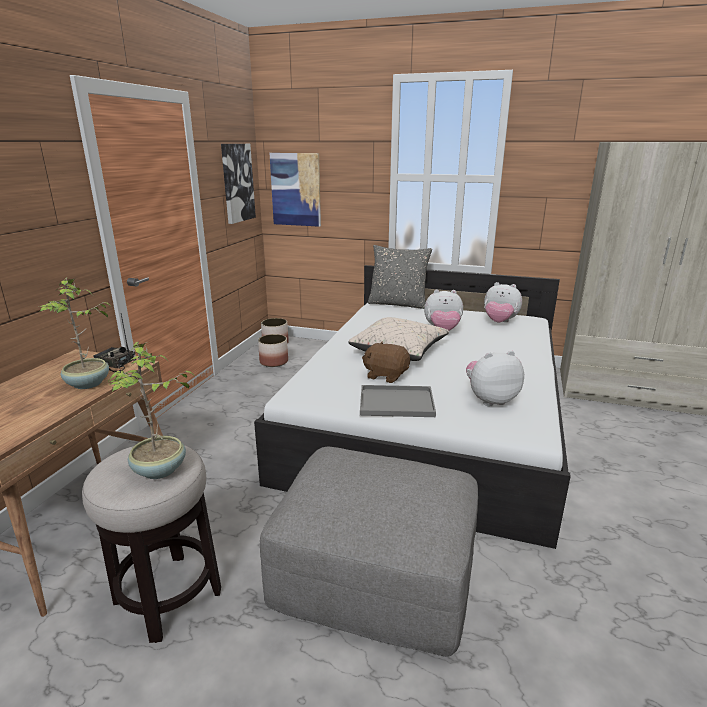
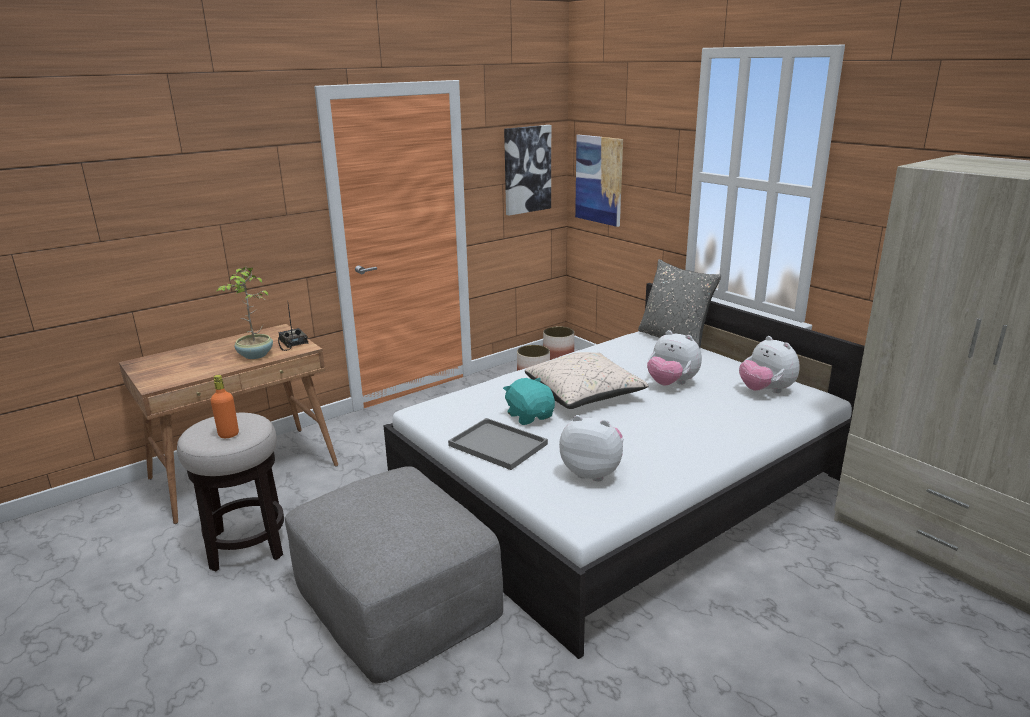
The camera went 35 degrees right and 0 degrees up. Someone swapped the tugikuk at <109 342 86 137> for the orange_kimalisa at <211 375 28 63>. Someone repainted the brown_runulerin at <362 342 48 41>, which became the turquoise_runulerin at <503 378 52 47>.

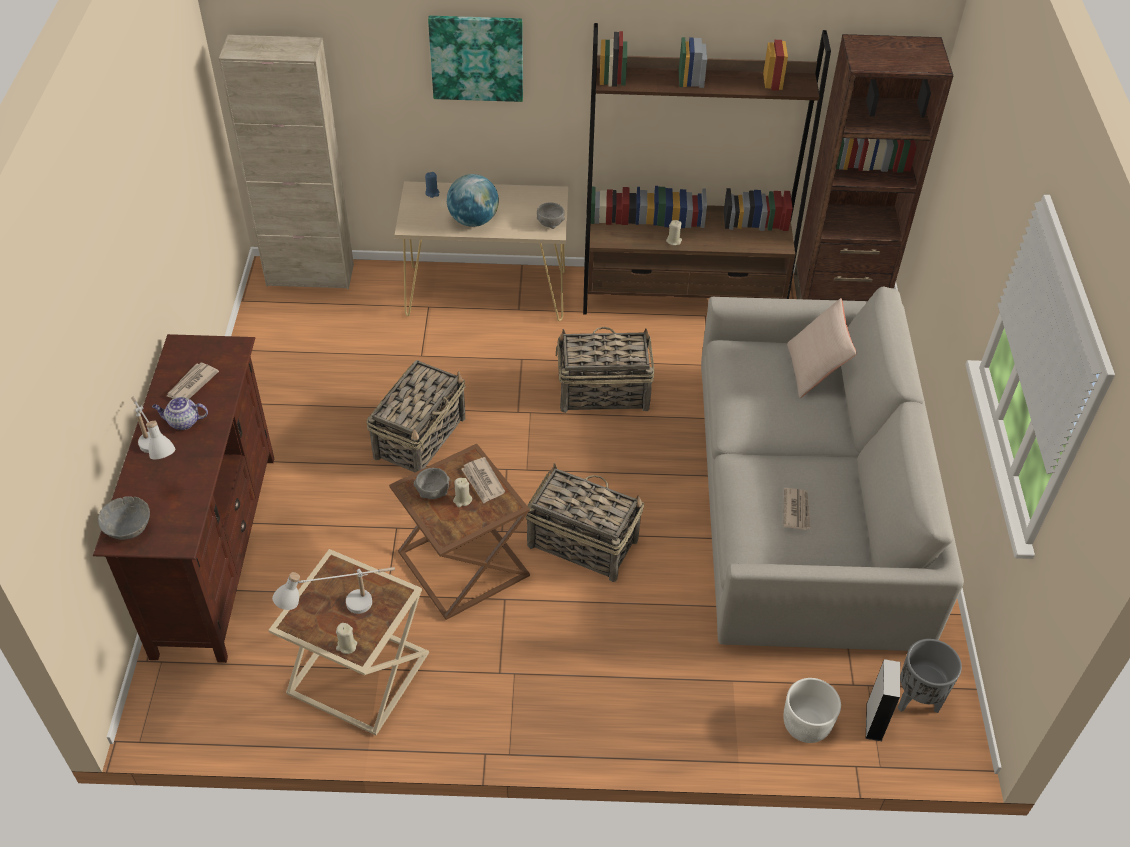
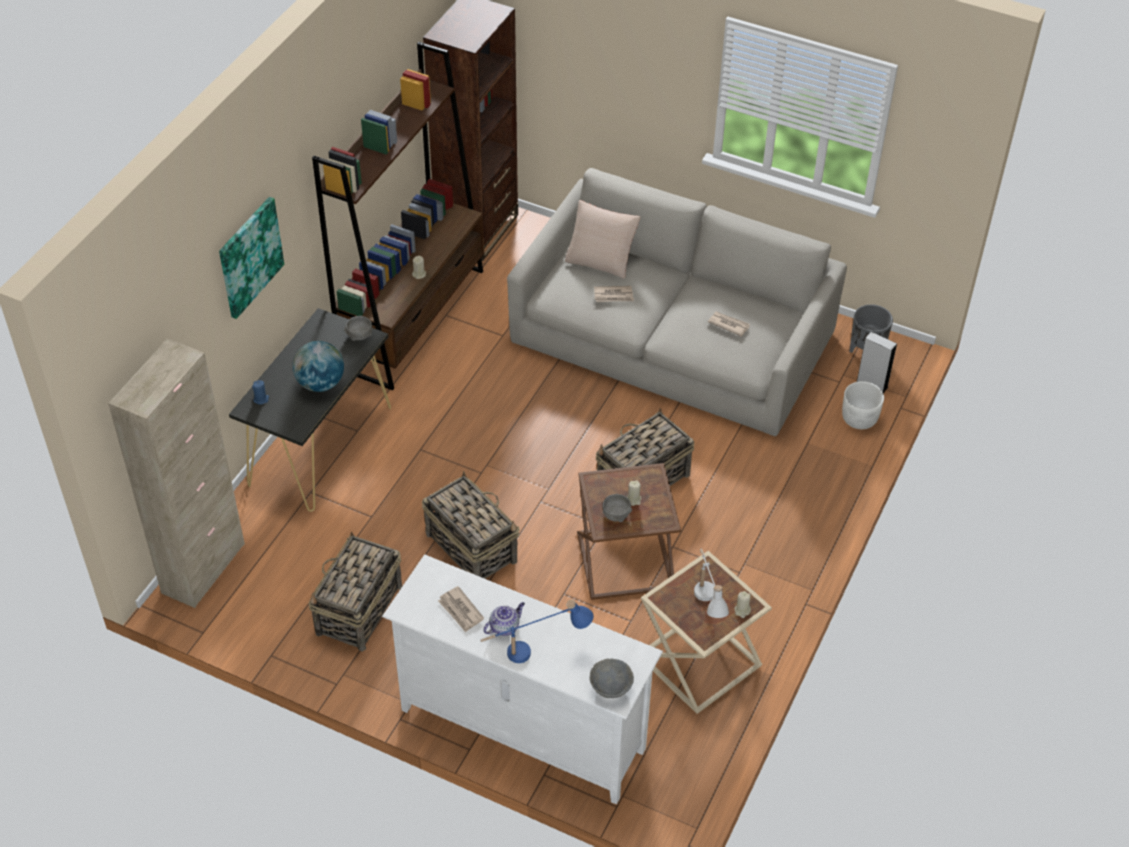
The camera went 65 degrees left and 0 degrees up. Someone repainted the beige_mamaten at <395 181 173 140>, which became the black_mamaten at <229 308 162 204>. Someone carried the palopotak from <556 327 98 86> to <309 531 93 121>. Someone repainted the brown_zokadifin at <93 334 181 329>, which became the white_zokadifin at <382 554 281 251>. Someone repainted the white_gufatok at <131 396 45 63>, which became the blue_gufatok at <481 600 112 63>. Someone rotated the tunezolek at <152 397 56 33> by 150 degrees counterclockwise. Someone carried the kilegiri from <461 457 44 46> to <594 286 40 16>.

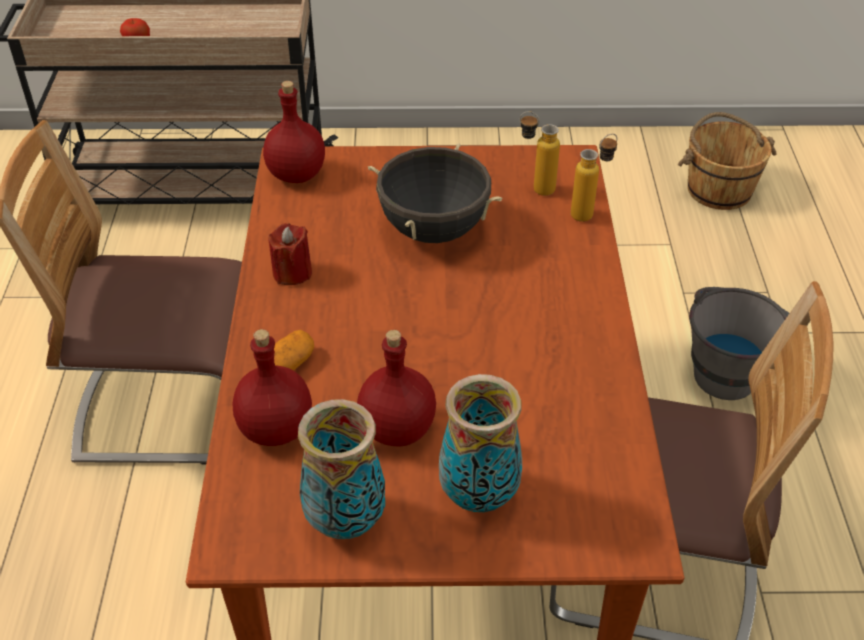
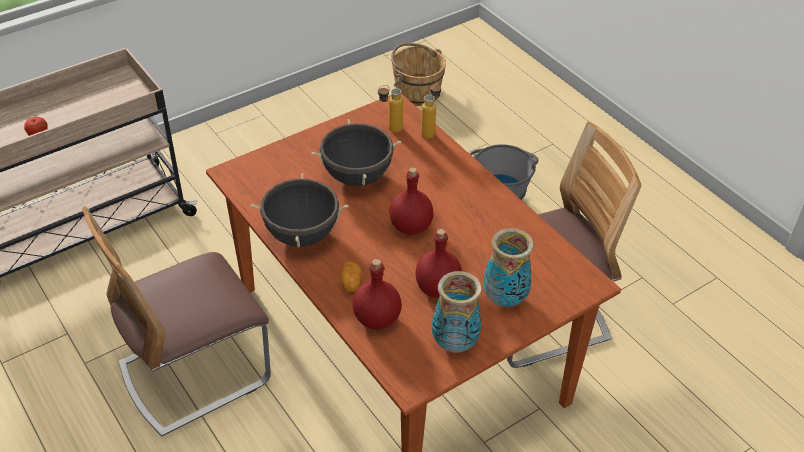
The camera went 35 degrees left and 0 degrees up. Someone swapped the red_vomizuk at <268 223 44 62> for the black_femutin at <251 173 98 74>. Someone carried the red_kimalisa from <263 81 62 102> to <389 167 45 68>.

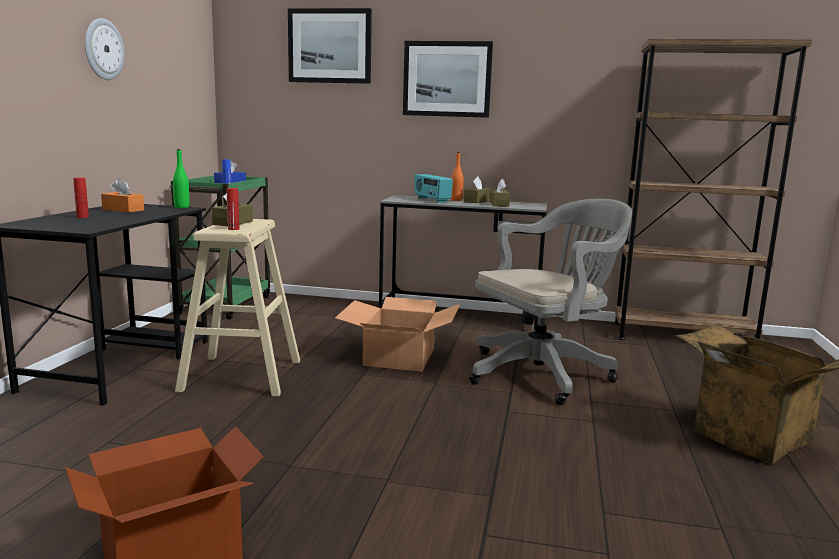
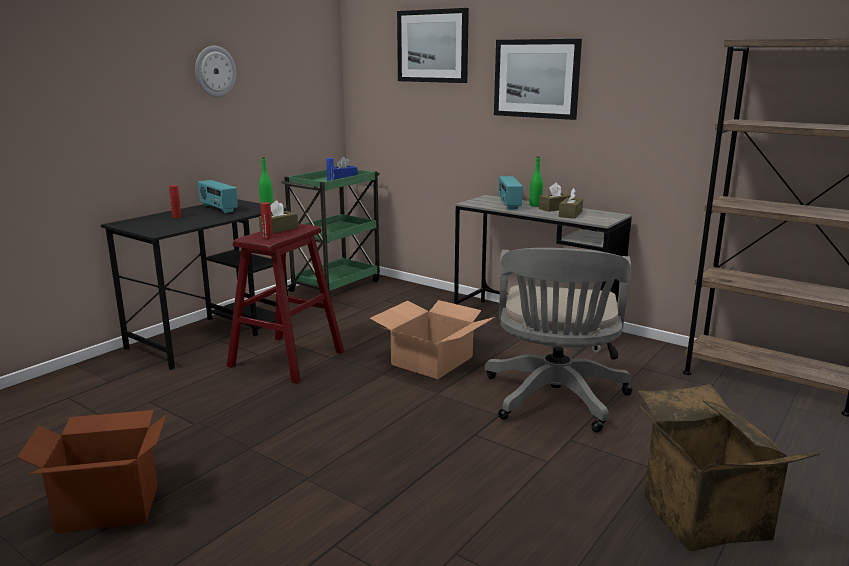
The camera went 25 degrees right and 5 degrees up. Someone swapped the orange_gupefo at <101 179 43 34> for the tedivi at <197 180 41 33>. Someone repainted the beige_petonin at <175 219 125 178>, which became the red_petonin at <227 223 117 161>. Someone rotated the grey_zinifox at <469 199 163 206> by 105 degrees clockwise. Someone repainted the orange_kimalisa at <451 152 13 49>, which became the green_kimalisa at <530 157 13 50>.

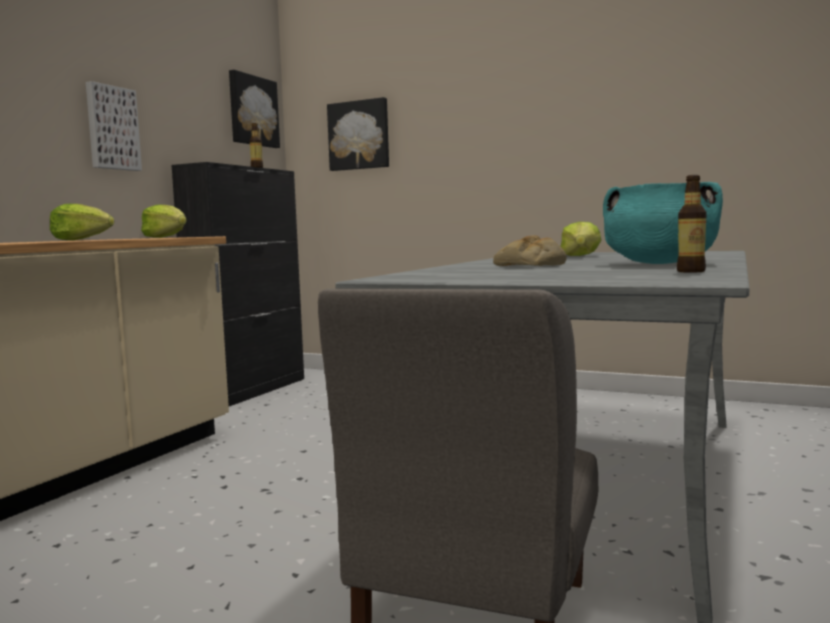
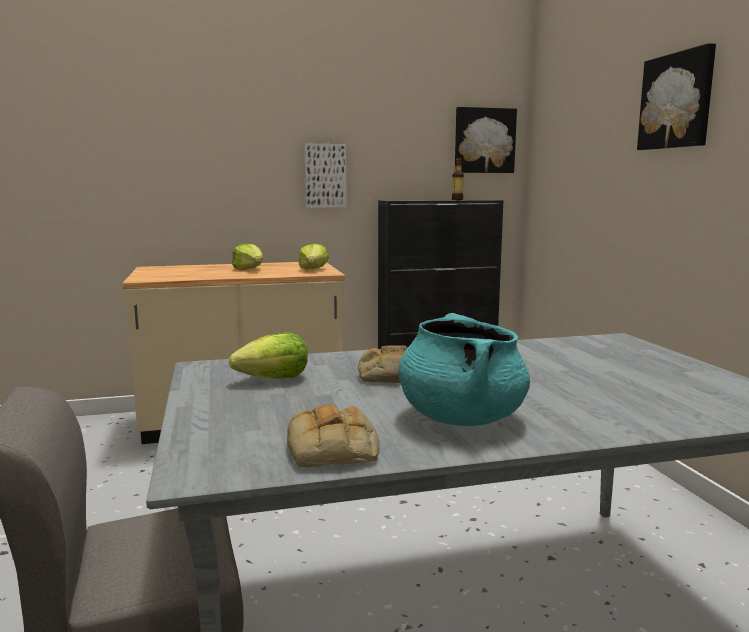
The camera went 50 degrees right and 5 degrees up. Someone carried the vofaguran from <560 222 41 34> to <229 333 79 46>. Someone swapped the kimalisa at <677 175 30 98> for the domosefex at <287 404 92 63>. Someone carried the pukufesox from <327 97 62 74> to <637 43 79 107>.

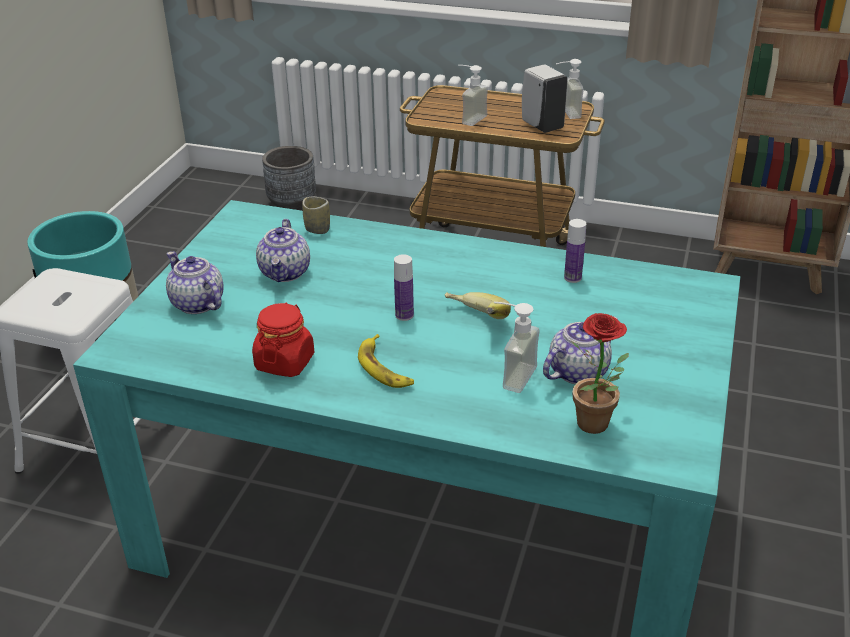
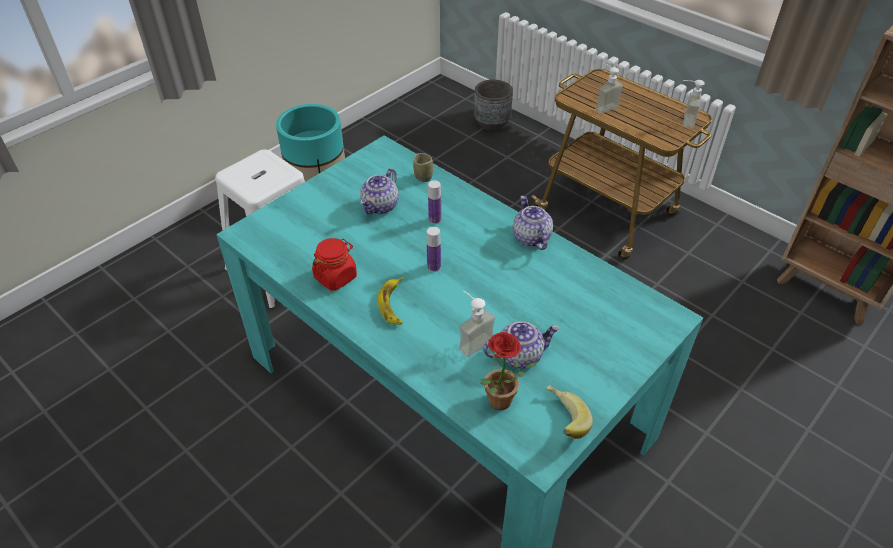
The camera went 25 degrees right and 10 degrees up. Someone carried the kimalisa from <564 219 22 64> to <428 180 13 44>. Someone carried the tunezolek from <166 251 58 63> to <513 196 40 54>. Someone carried the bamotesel from <445 292 66 27> to <547 385 46 54>. Someone took away the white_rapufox at <522 64 46 69>.

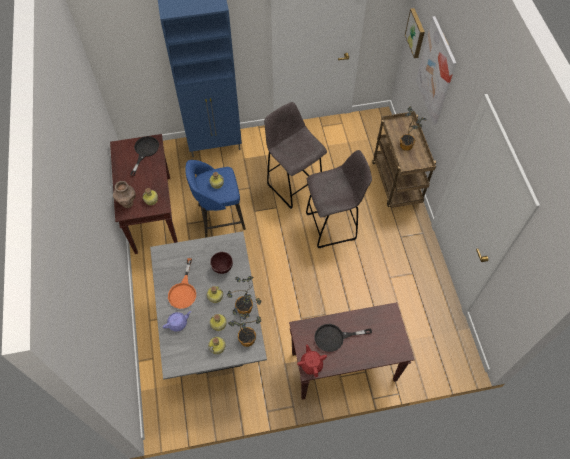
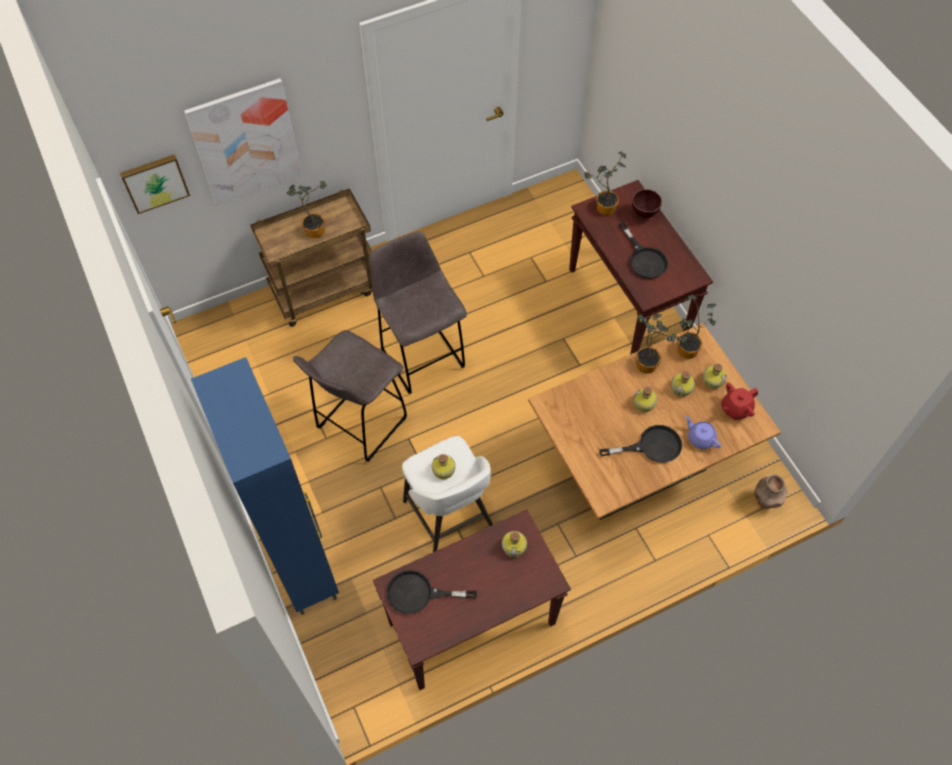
The camera went 105 degrees left and 0 degrees up. Someone repainted the blue_petonin at <185 160 61 78>, which became the white_petonin at <402 436 91 116>. Someone repainted the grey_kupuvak at <150 231 117 149>, which became the brown_kupuvak at <528 323 253 197>. Someone put down the tugikuk at <585 152 41 63>. Someone repainted the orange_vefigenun at <168 258 28 51>, which became the black_vefigenun at <599 425 83 38>. Someone carried the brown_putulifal from <210 252 23 22> to <632 189 30 29>. Someone carried the red_tunezolek from <297 344 30 33> to <721 383 37 37>. Someone carried the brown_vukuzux from <113 181 23 27> to <754 475 34 34>.

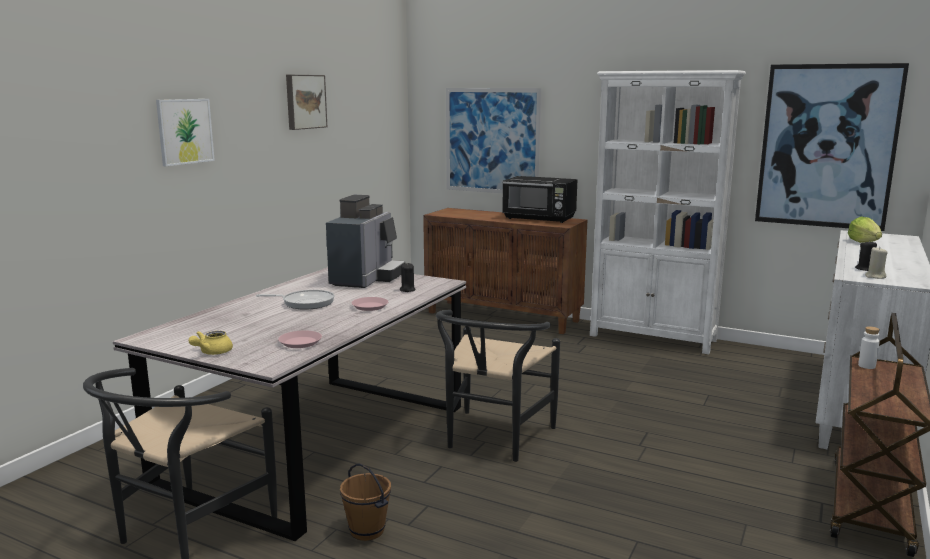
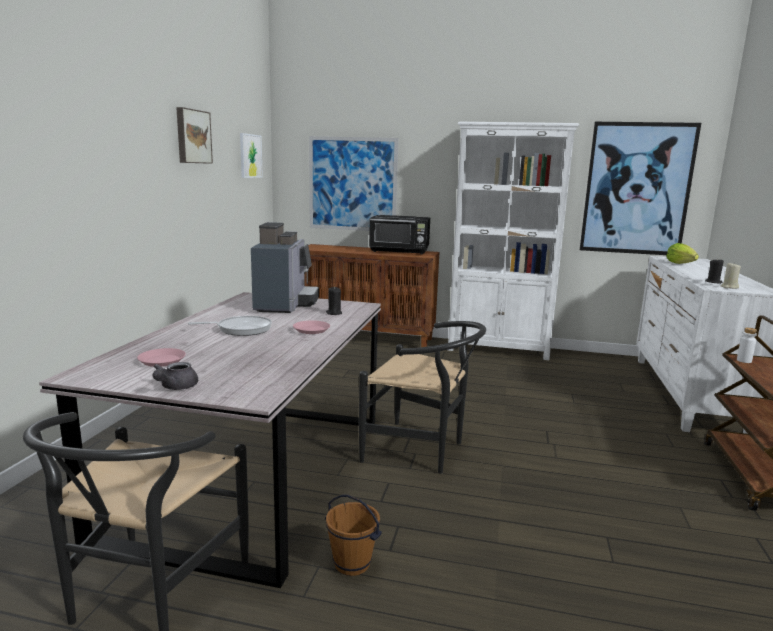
The camera went 15 degrees left and 0 degrees up. Someone carried the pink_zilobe from <278 330 44 18> to <137 348 49 19>. Someone repainted the yellow_tunezolek at <189 331 44 24>, which became the grey_tunezolek at <152 362 46 28>. Someone carried the pukufesox from <156 99 59 67> to <240 133 23 45>. Someone rotated the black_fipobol at <436 310 124 152> by 75 degrees counterclockwise.

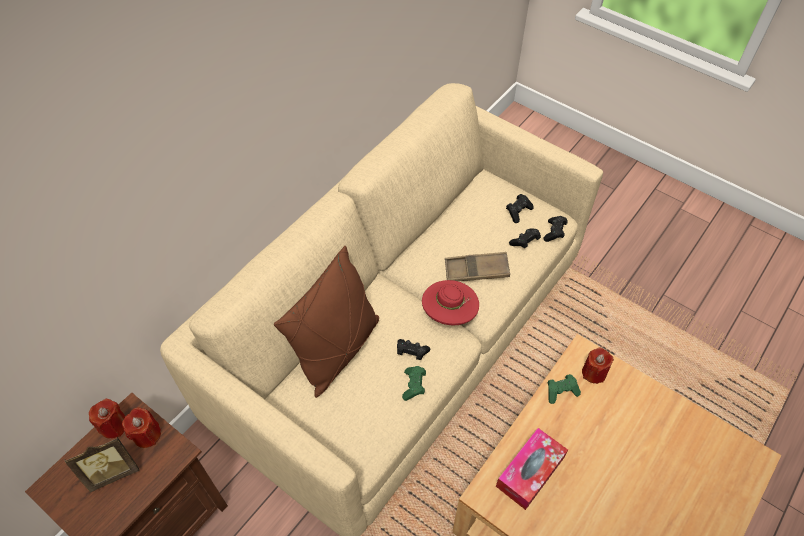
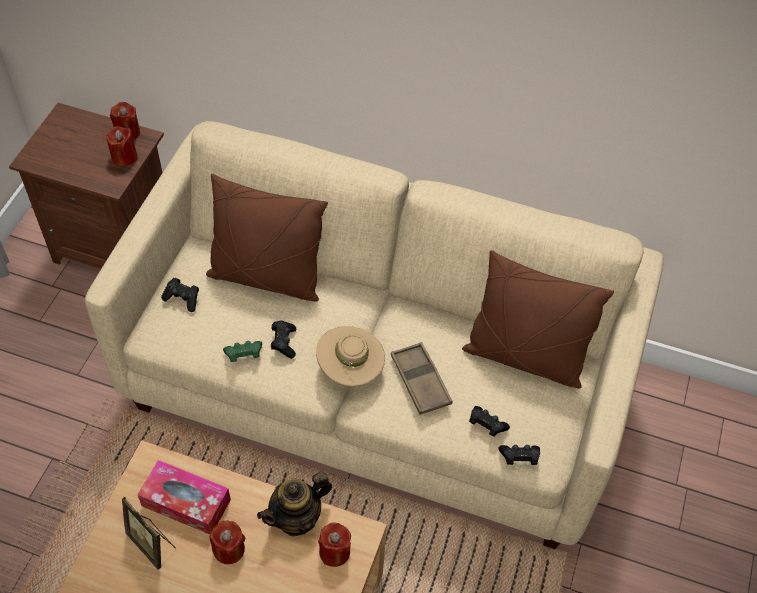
The camera went 70 degrees right and 0 degrees up. Someone carried the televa from <64 437 75 55> to <122 497 54 73>. Someone carried the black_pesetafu from <506 194 28 29> to <161 278 38 34>. Someone put down the red_vomizuk at <210 520 35 44>. Someone swapped the green_pesetafu at <547 374 34 30> for the tunezolek at <257 471 75 66>. Someone repainted the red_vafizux at <422 280 57 45>, which became the beige_vafizux at <316 326 69 61>. Someone put down the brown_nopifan at <462 250 152 138>.

